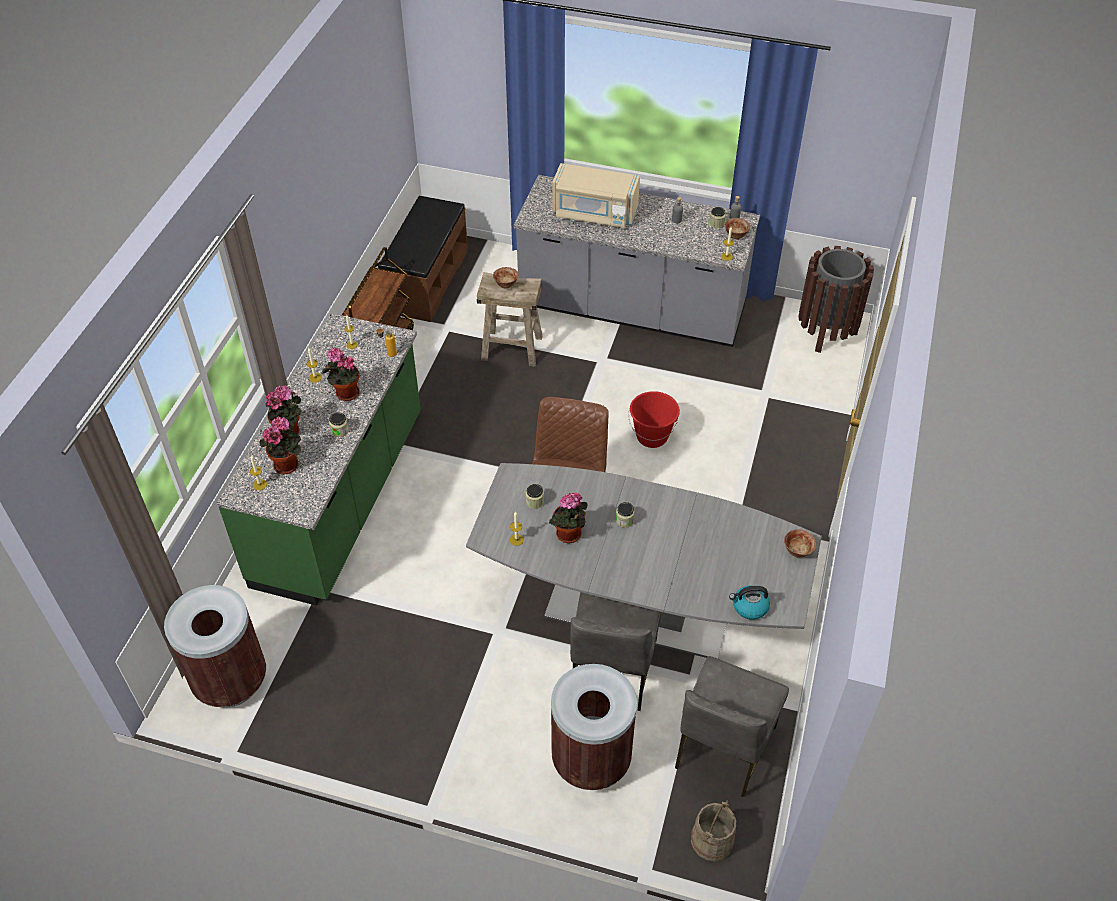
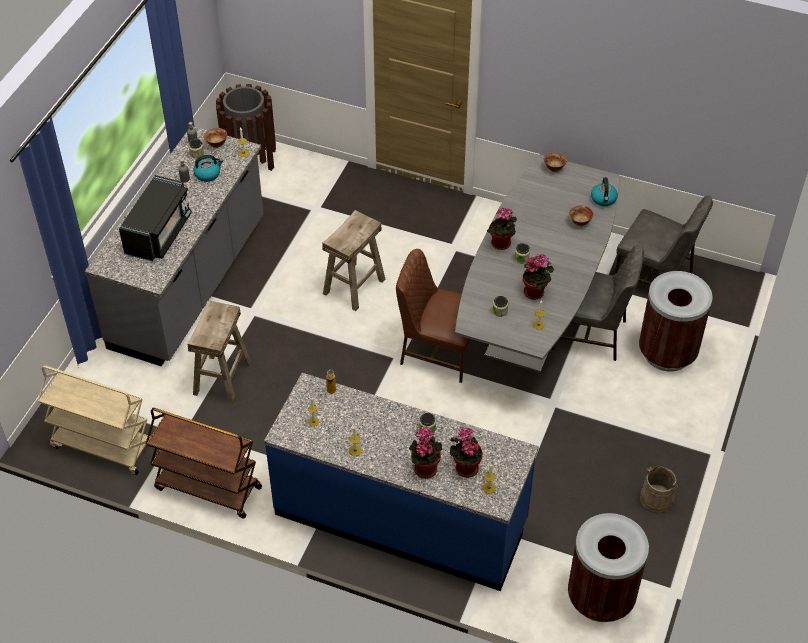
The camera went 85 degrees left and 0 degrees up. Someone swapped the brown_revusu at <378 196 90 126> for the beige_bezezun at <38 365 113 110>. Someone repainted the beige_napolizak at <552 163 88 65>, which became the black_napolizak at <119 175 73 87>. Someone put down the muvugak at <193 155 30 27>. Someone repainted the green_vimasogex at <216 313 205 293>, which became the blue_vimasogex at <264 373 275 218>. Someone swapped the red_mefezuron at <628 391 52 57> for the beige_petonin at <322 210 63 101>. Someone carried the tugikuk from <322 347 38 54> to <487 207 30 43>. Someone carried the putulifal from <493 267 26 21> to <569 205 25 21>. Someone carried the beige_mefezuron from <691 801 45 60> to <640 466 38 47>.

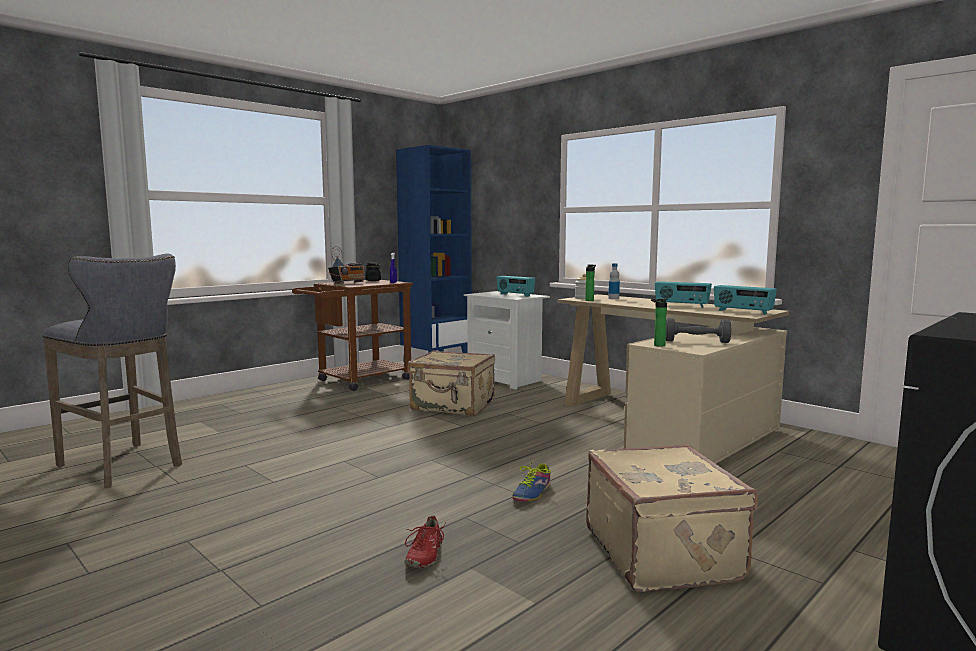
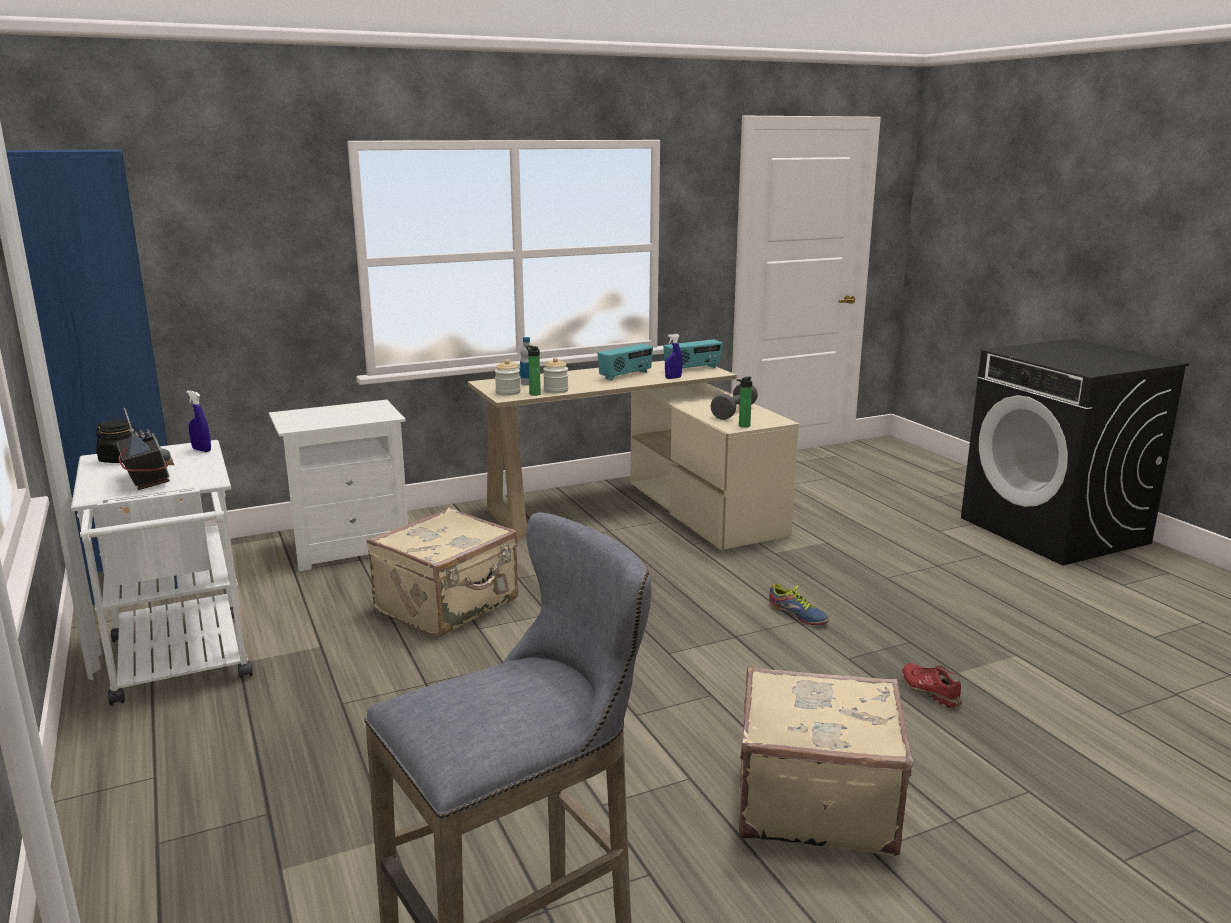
The camera went 70 degrees left and 10 degrees up. Someone repainted the brown_bezezun at <292 280 121 111>, which became the white_bezezun at <71 440 182 265>. Someone put down the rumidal at <543 358 25 36>. Someone put down the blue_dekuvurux at <665 334 17 45>. Someone carried the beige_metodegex from <586 444 172 148> to <738 667 175 189>. Someone rotated the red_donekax at <405 515 41 53> by 150 degrees counterclockwise. Someone took away the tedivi at <497 276 38 21>.

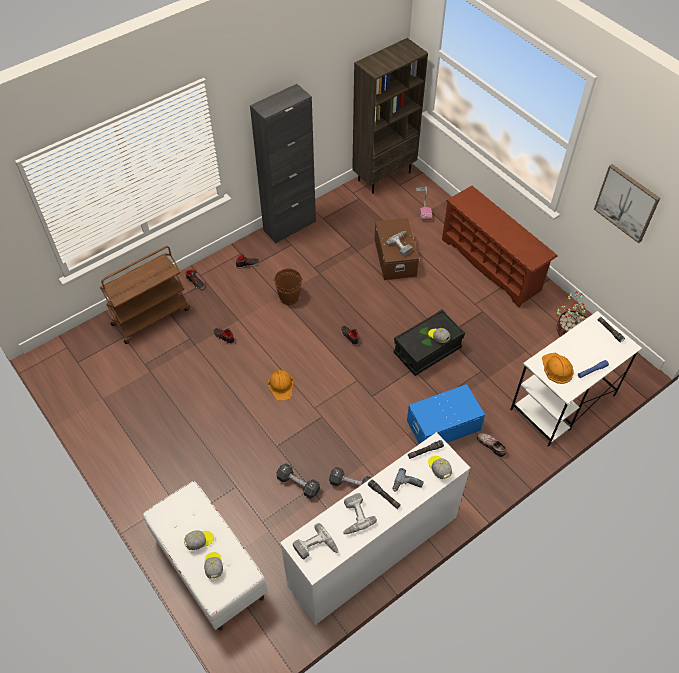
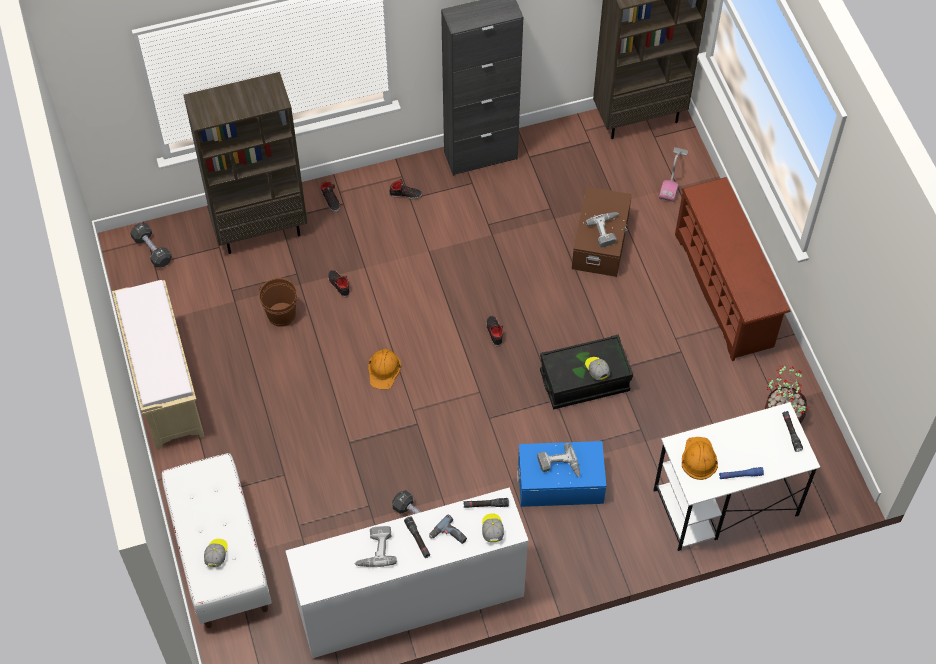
The camera went 20 degrees right and 5 degrees up. Someone put down the beige_revusu at <112 280 93 169>. Someone carried the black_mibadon from <276 463 44 36> to <130 223 42 45>. Someone swapped the brown_bezezun at <100 246 90 98> for the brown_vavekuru at <183 72 124 182>. Someone carried the brown_mefezuron from <272 268 32 37> to <259 278 40 49>. Someone carried the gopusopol from <293 523 46 36> to <537 443 43 34>. Someone took away the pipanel at <184 530 30 20>. Someone took away the donekax at <477 433 30 24>. Someone took away the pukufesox at <594 164 66 79>.

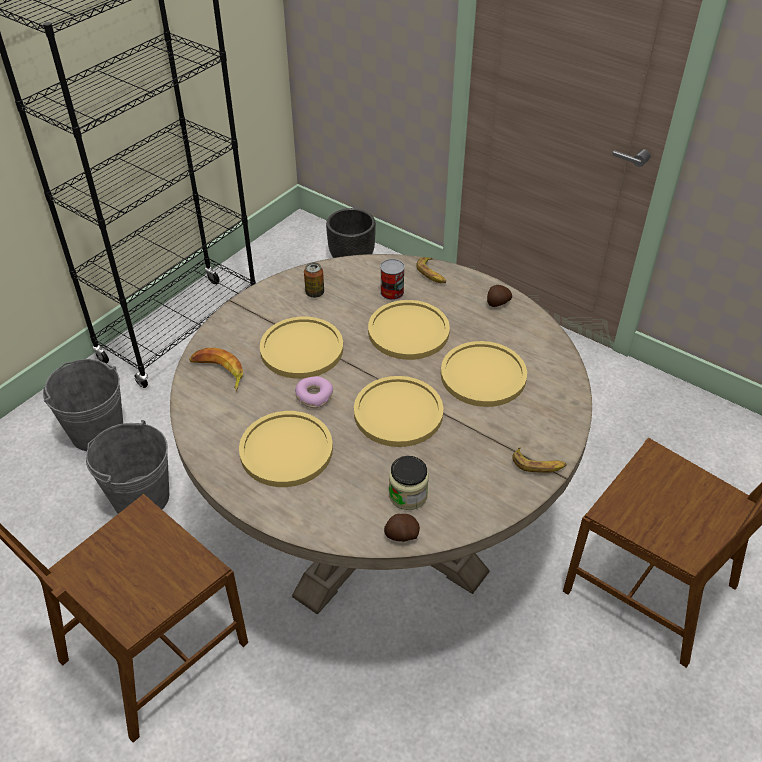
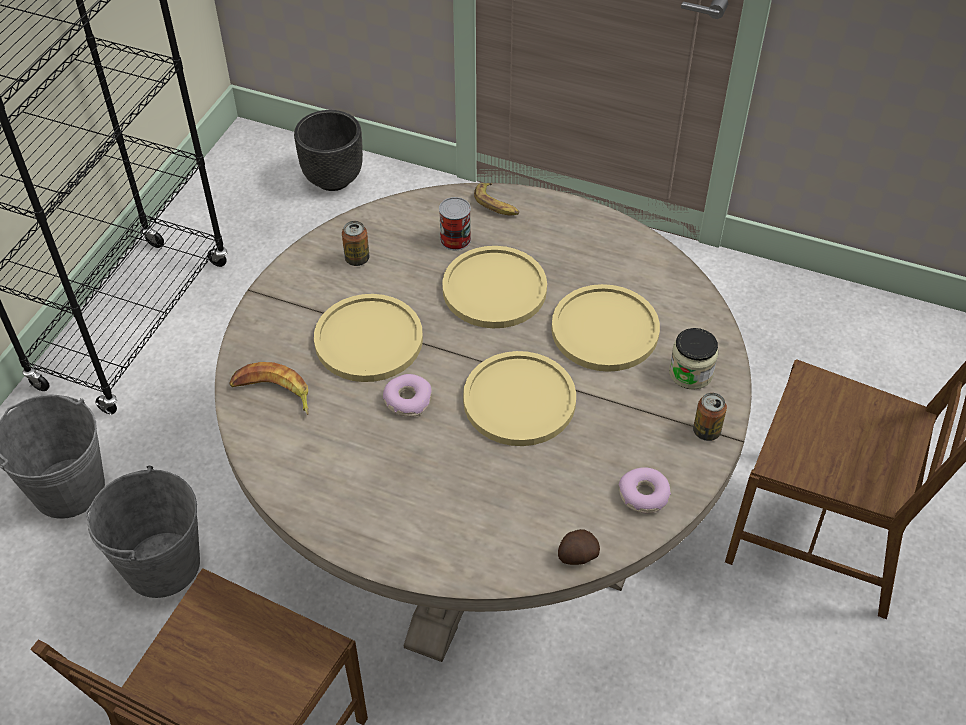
The camera went 15 degrees left and 5 degrees up. Someone put down the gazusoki at <619 467 52 46>. Someone carried the rumidal from <389 456 40 54> to <669 328 49 62>. Someone swapped the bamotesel at <512 447 55 26> for the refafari at <693 393 34 48>. Someone took away the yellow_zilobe at <239 411 94 76>. Someone took away the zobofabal at <487 285 25 22>.

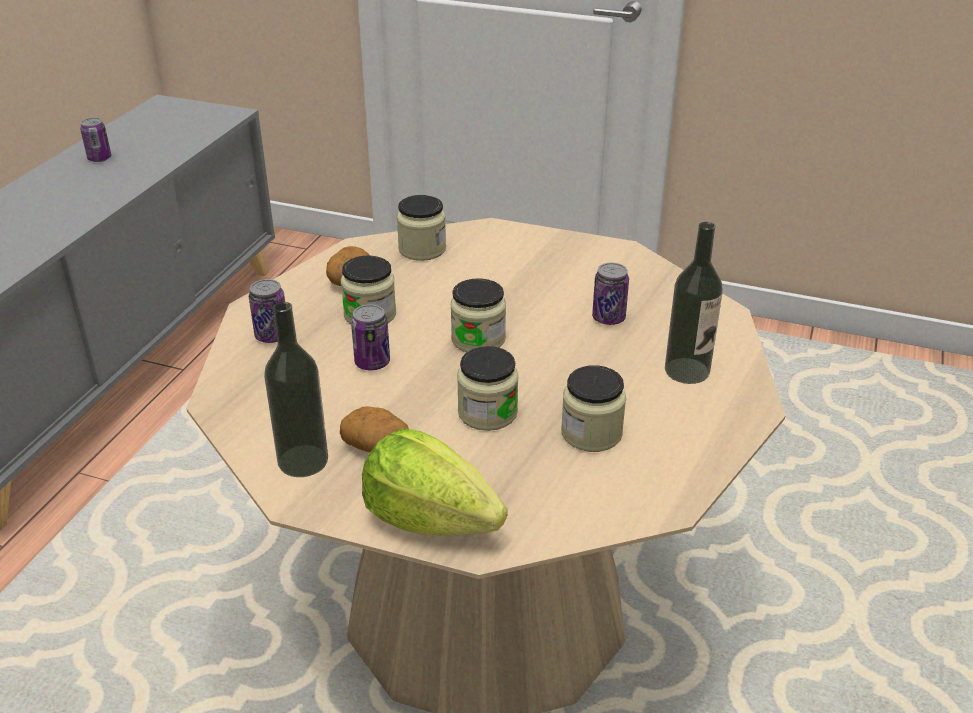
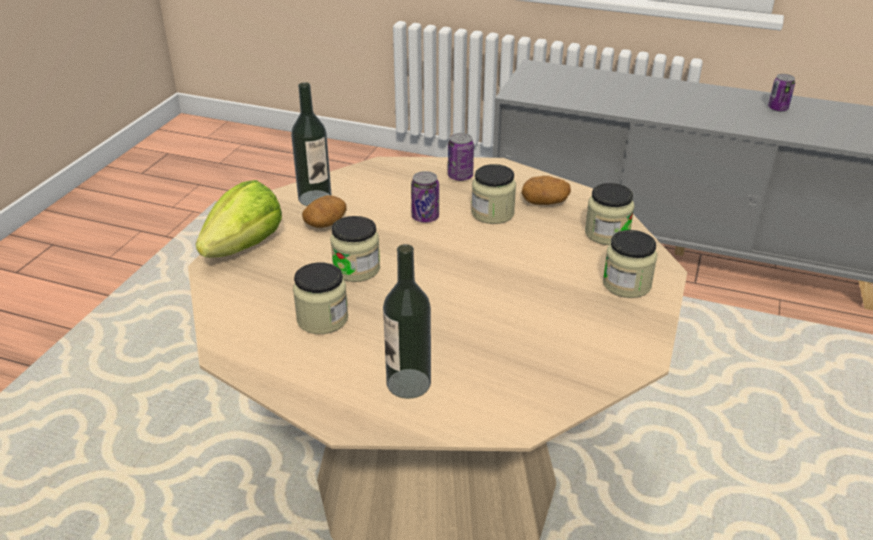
The camera went 90 degrees right and 0 degrees up. Someone carried the rumidal from <450 278 56 74> to <603 230 54 68>. Someone took away the refafari at <592 263 37 62>.

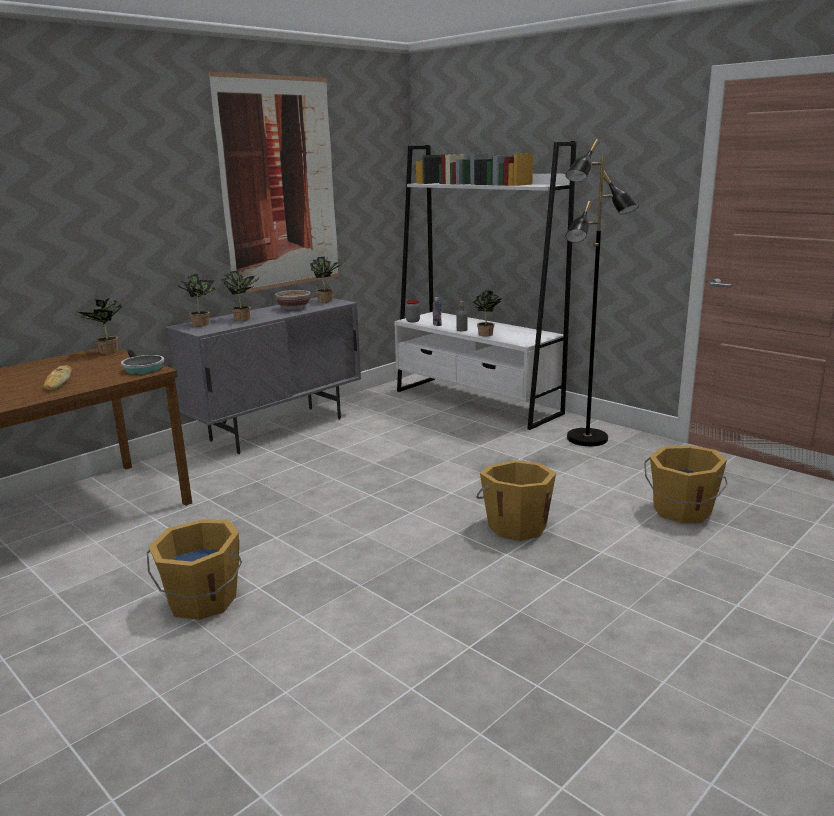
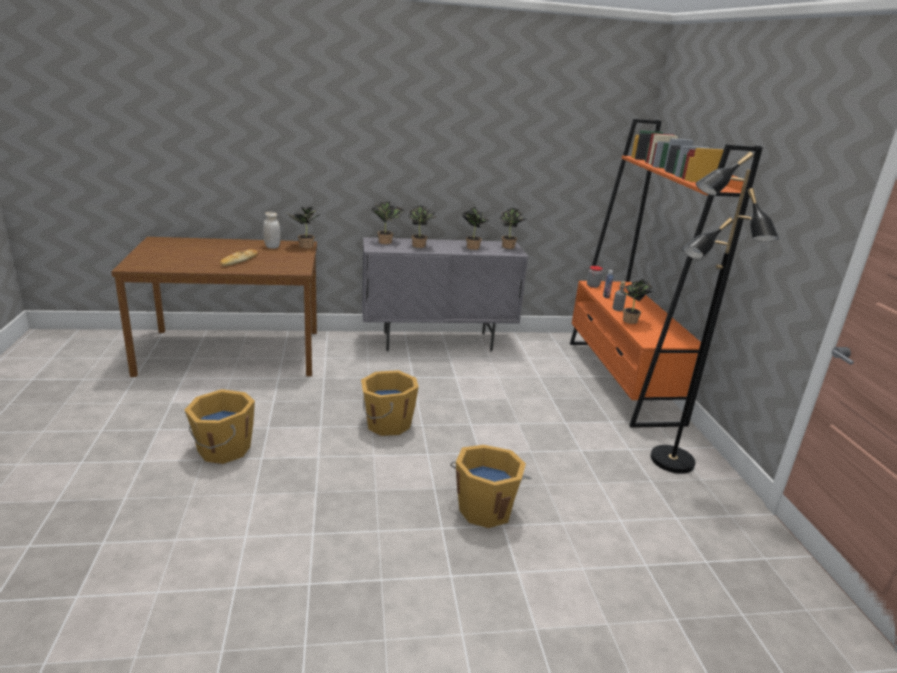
The camera went 35 degrees right and 5 degrees up. Someone put down the white_rumidal at <263 212 18 37>. Someone carried the orange_mefezuron from <644 446 83 77> to <361 370 58 66>. Someone swapped the putulifal at <275 290 36 20> for the tugikuk at <462 207 28 43>. Someone repainted the white_vavekuru at <394 141 182 289>, which became the orange_vavekuru at <570 119 193 309>. Someone took away the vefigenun at <121 350 43 24>. Someone took away the pukufesox at <209 72 130 223>.

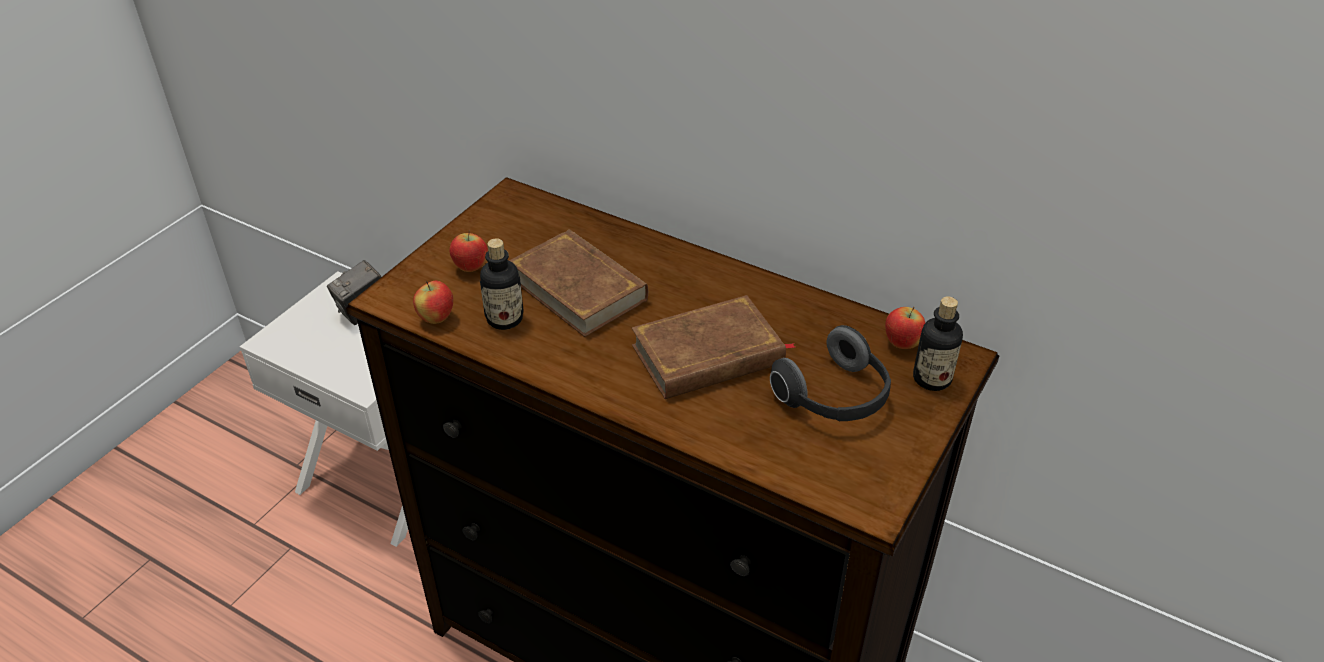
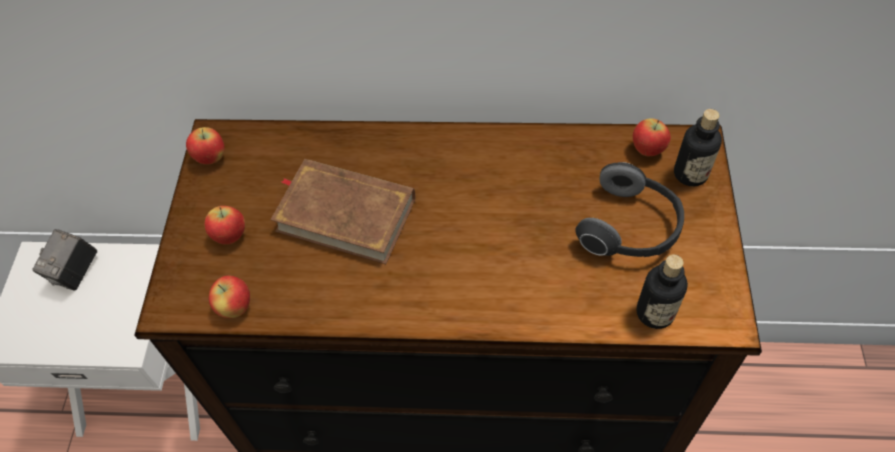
The camera went 25 degrees left and 15 degrees up. Someone put down the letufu at <186 127 39 38>. Someone carried the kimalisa from <480 238 44 92> to <636 254 52 75>. Someone took away the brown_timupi at <632 295 163 104>.

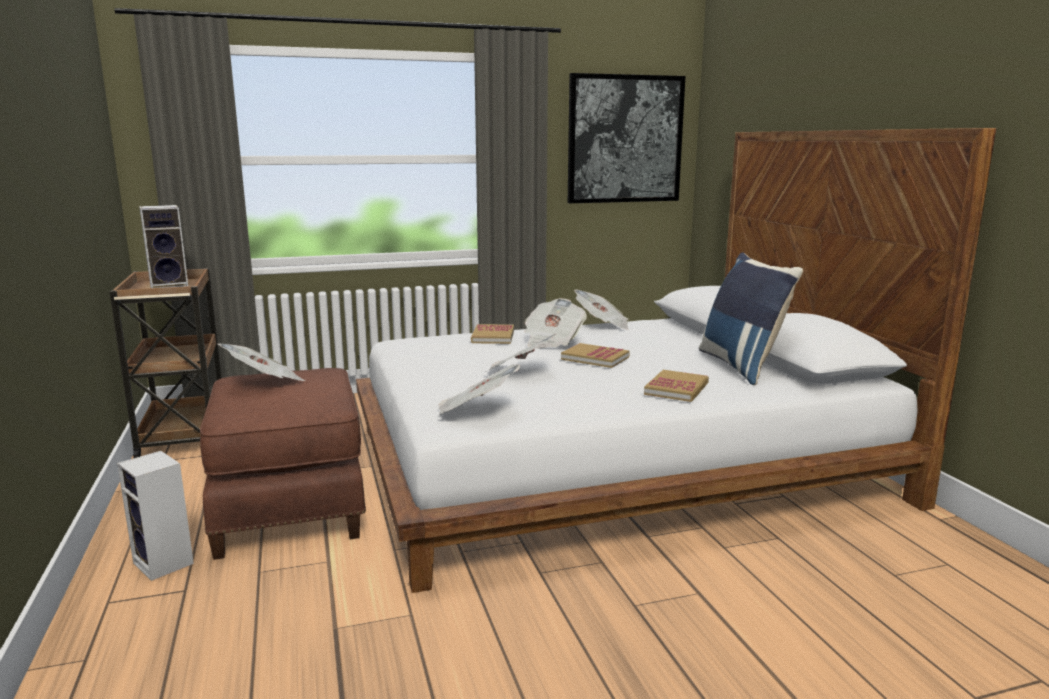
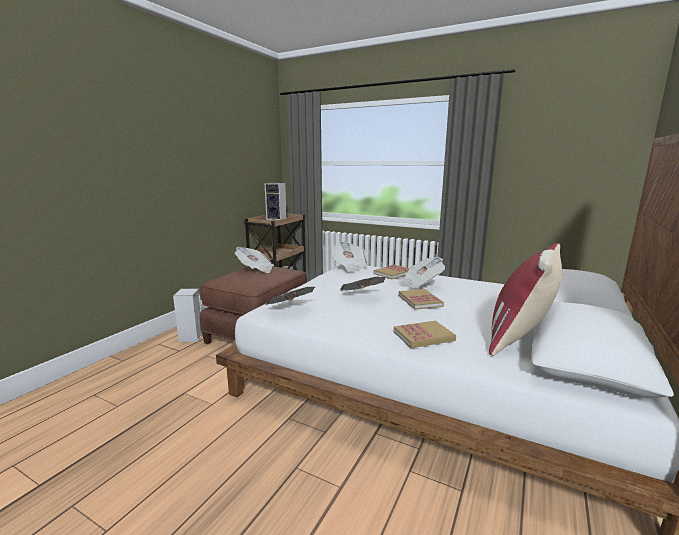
The camera went 45 degrees right and 0 degrees up. Someone carried the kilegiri from <574 290 54 40> to <332 242 36 30>. Someone repainted the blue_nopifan at <699 252 104 133>, which became the red_nopifan at <489 243 73 113>. Someone took away the pukufesox at <568 73 118 130>.

